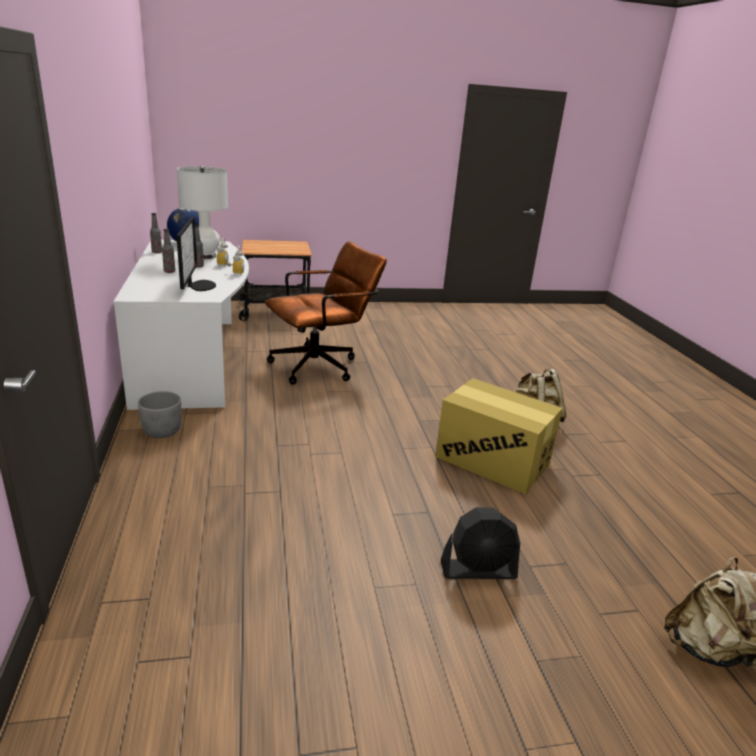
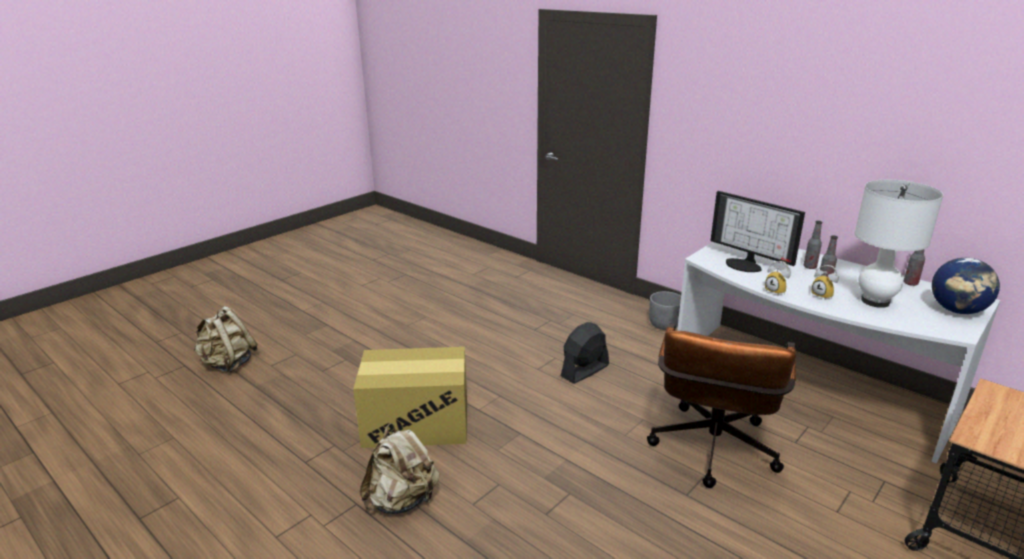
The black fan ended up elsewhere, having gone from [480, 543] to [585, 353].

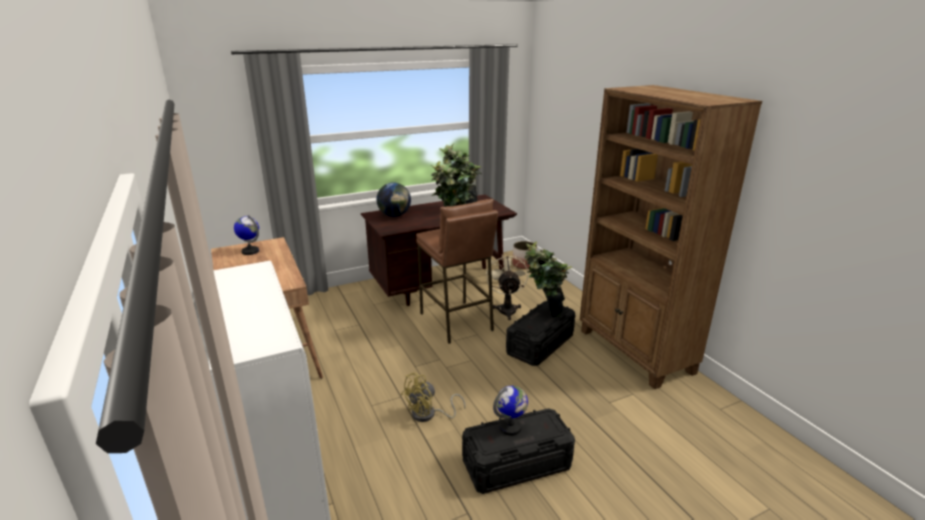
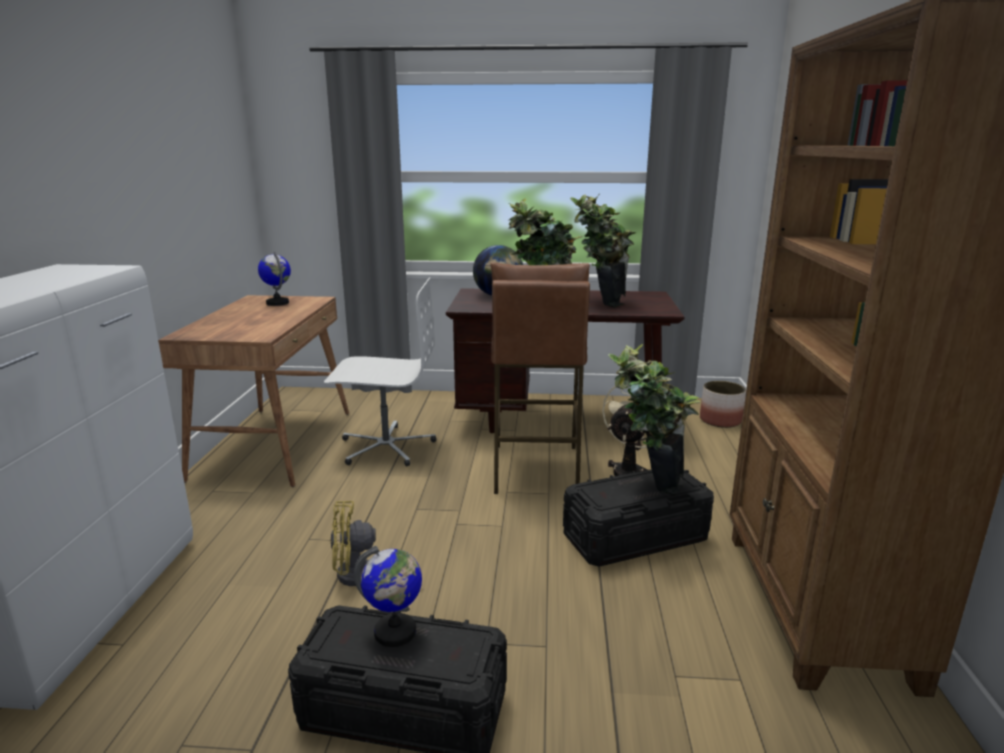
The second view gained the white office chair at [380, 371].

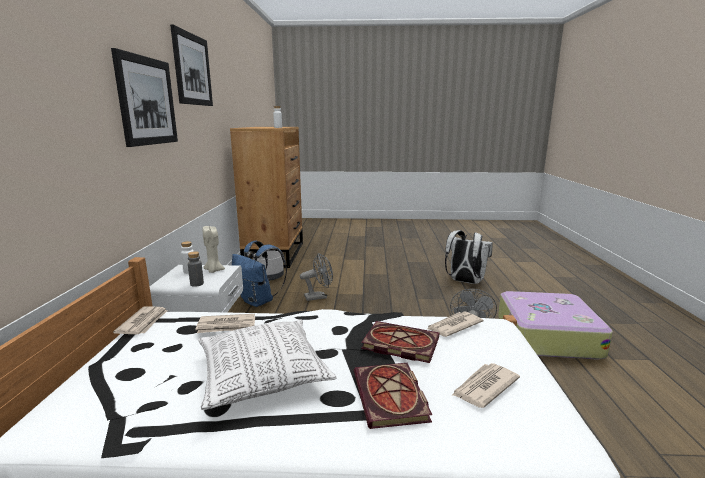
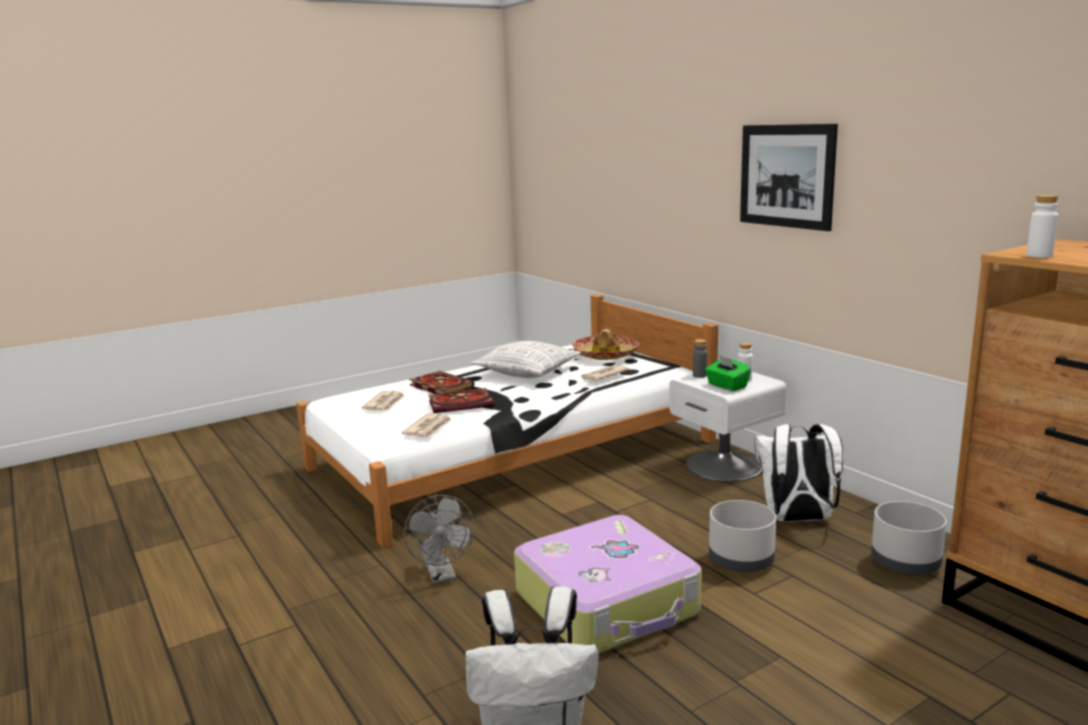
The second view lost the picture at [191, 65].
Where the beige candle stood at [214, 249], the green tissue box came to stand at [728, 373].
What was the blue backpack at [259, 274] turned into the white backpack at [798, 473].
Where the grey fan stood at [316, 277], the grey planter came to stand at [742, 536].
The suitcase ended up elsewhere, having gone from [555, 325] to [608, 584].
The second view lost the newspaper at [140, 320].
The second view gained the hat at [606, 344].

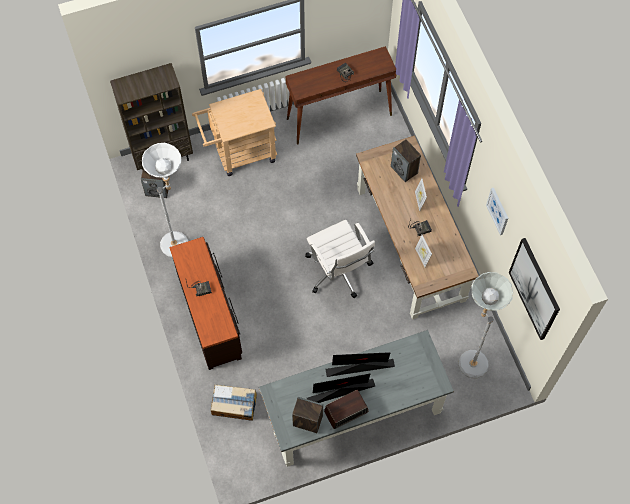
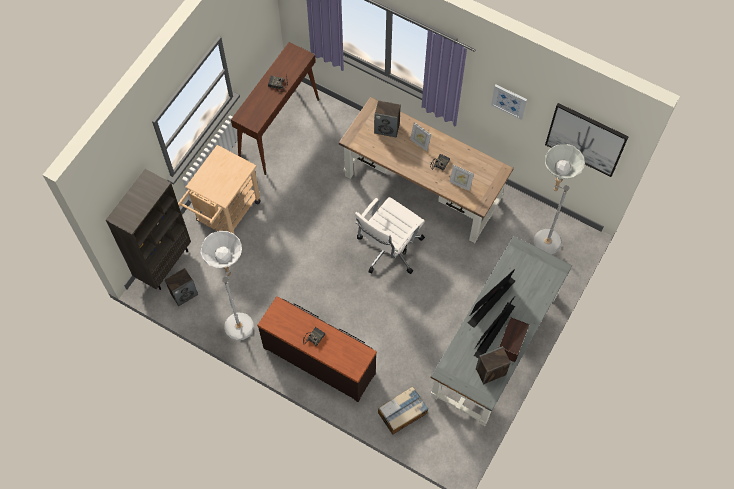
The white office chair at [340, 259] ended up facing another way, 105 degrees clockwise from before.

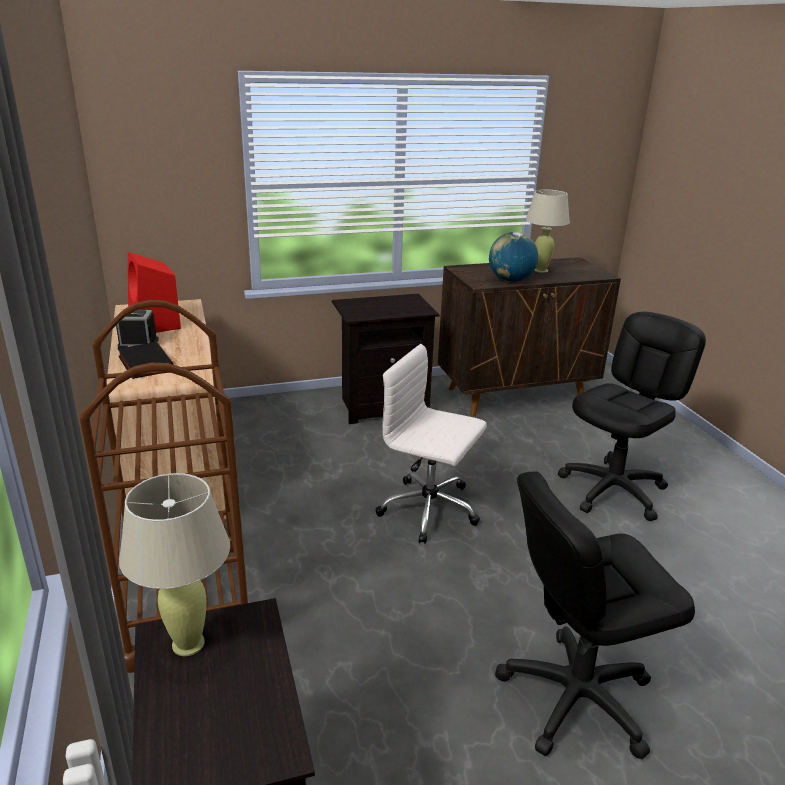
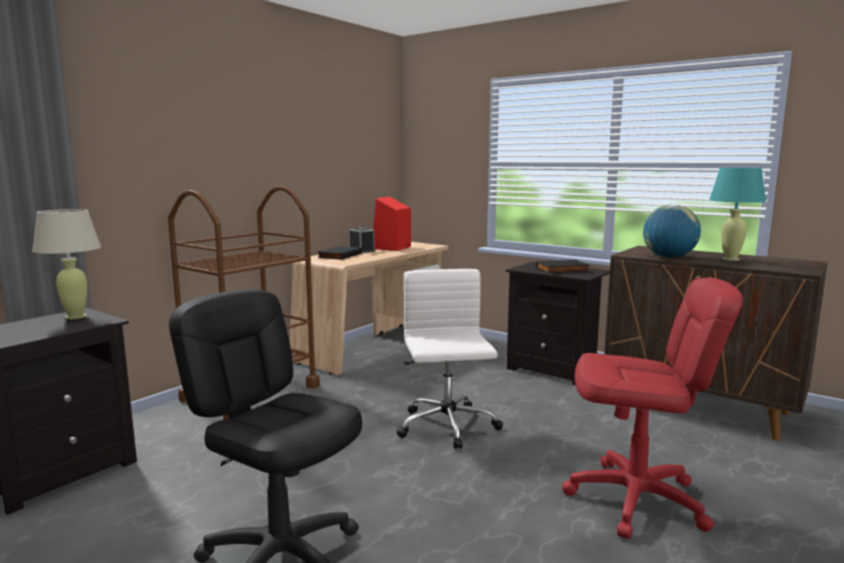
What was the beige table lamp at [547, 231] turned into the turquoise table lamp at [737, 214].
What was the black office chair at [632, 416] turned into the red office chair at [652, 408].
The second view gained the black book at [563, 266].

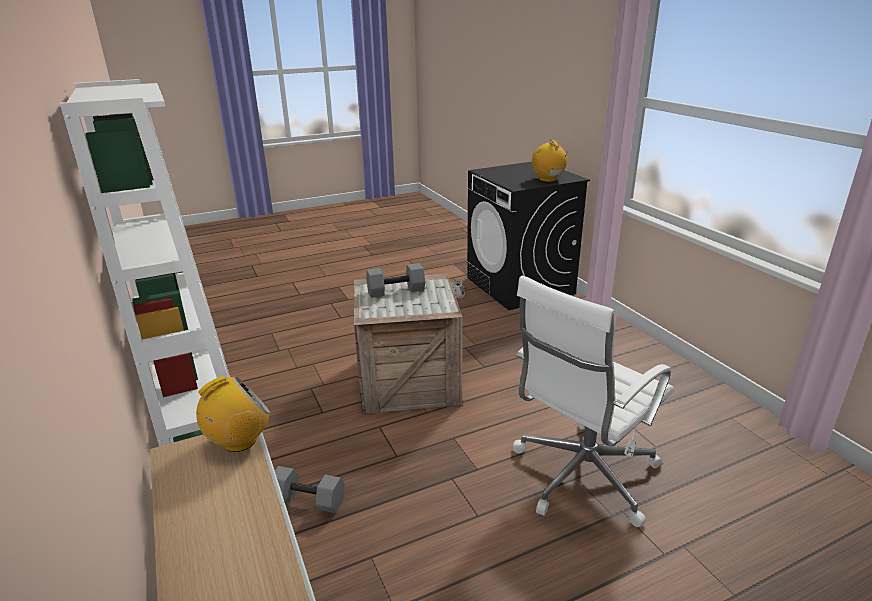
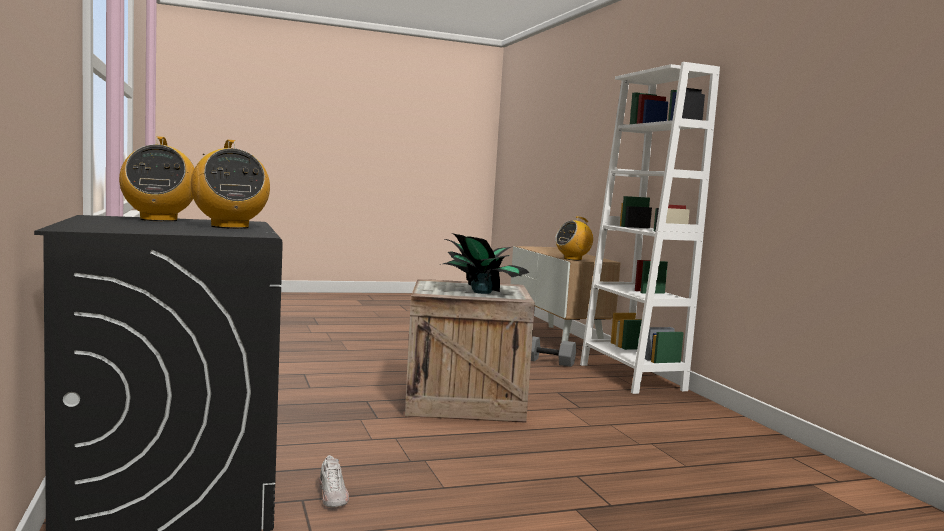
Where the grey dumbbell stood at [395, 280], the potted plant came to stand at [485, 263].
The second view lost the white office chair at [593, 401].
The second view gained the radio at [230, 184].

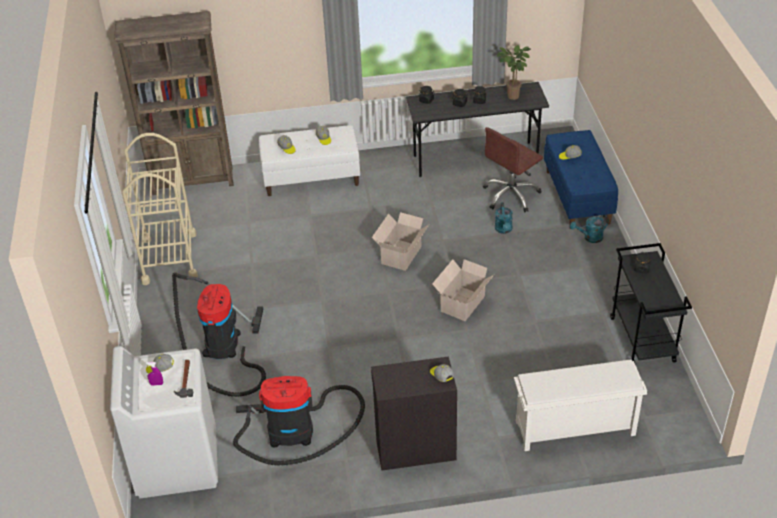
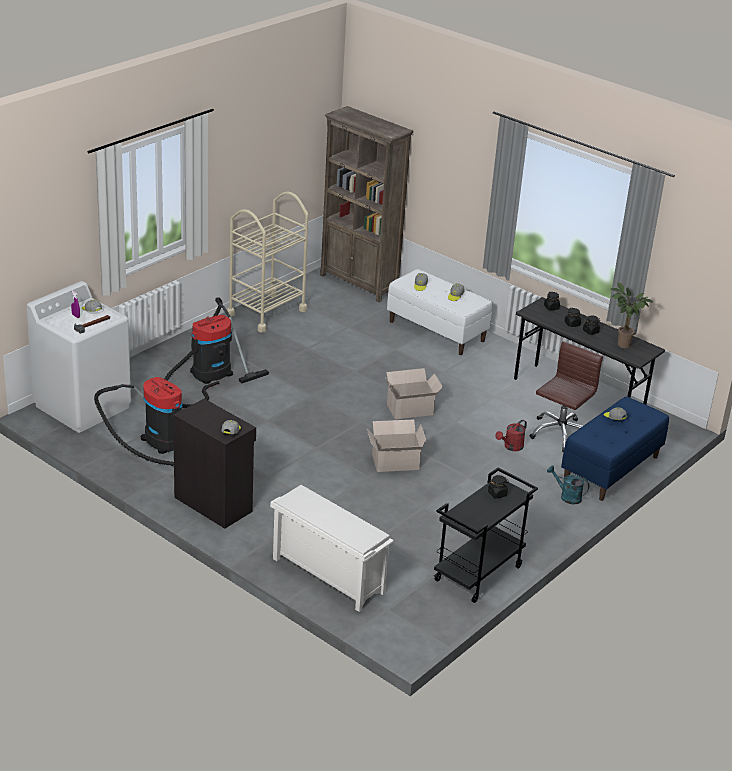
The brown office chair at [513, 169] ended up facing another way, 120 degrees clockwise from before.
What was the turquoise watering can at [504, 218] turned into the red watering can at [511, 435].

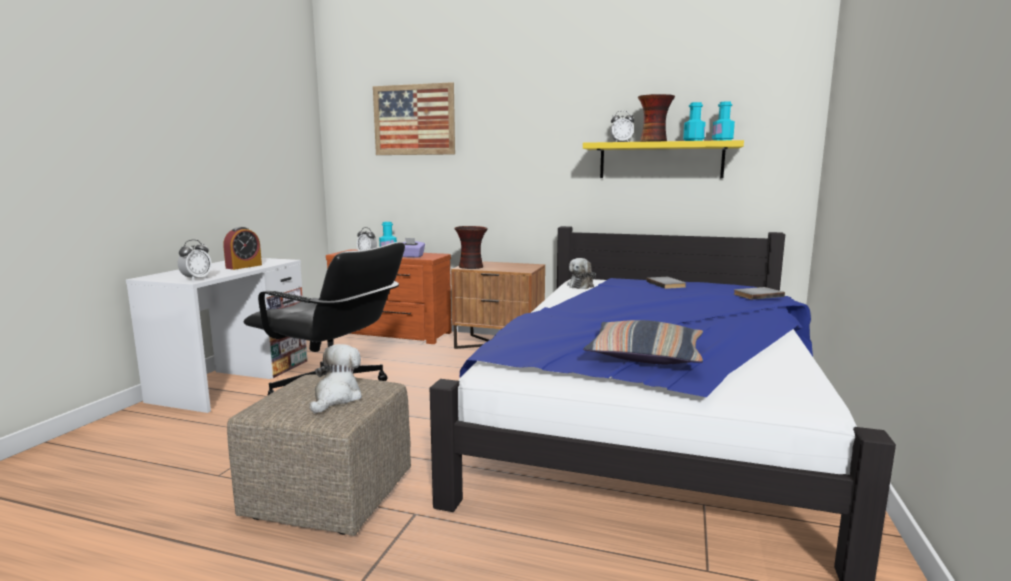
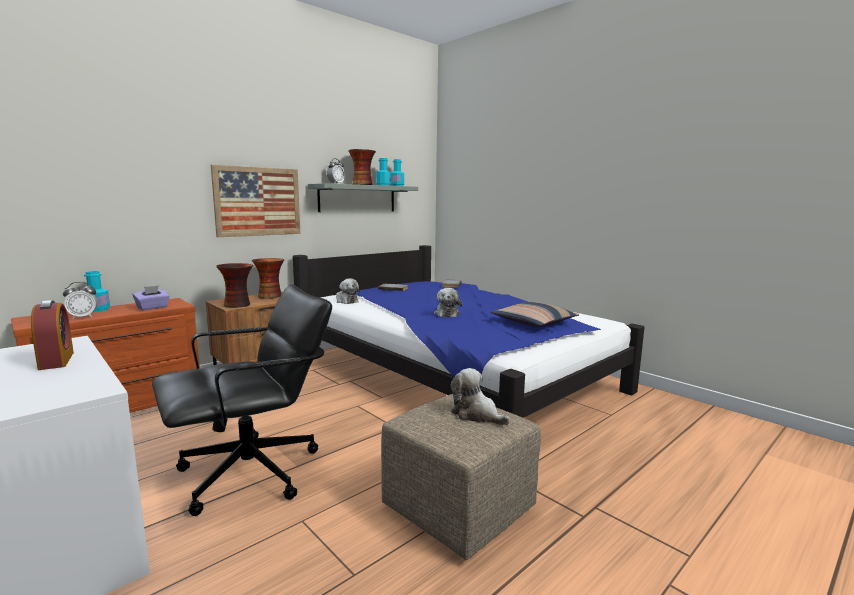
The picture ended up elsewhere, having gone from [414, 118] to [255, 201].
What was the yellow shelf at [663, 159] turned into the grey shelf at [363, 197].
The second view lost the alarm clock at [195, 260].
The second view gained the vase at [268, 278].
The second view gained the plush toy at [448, 302].

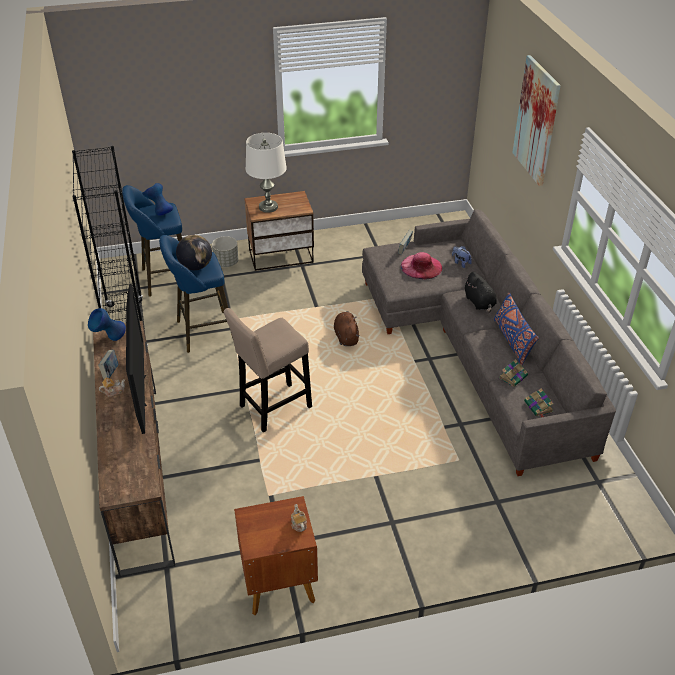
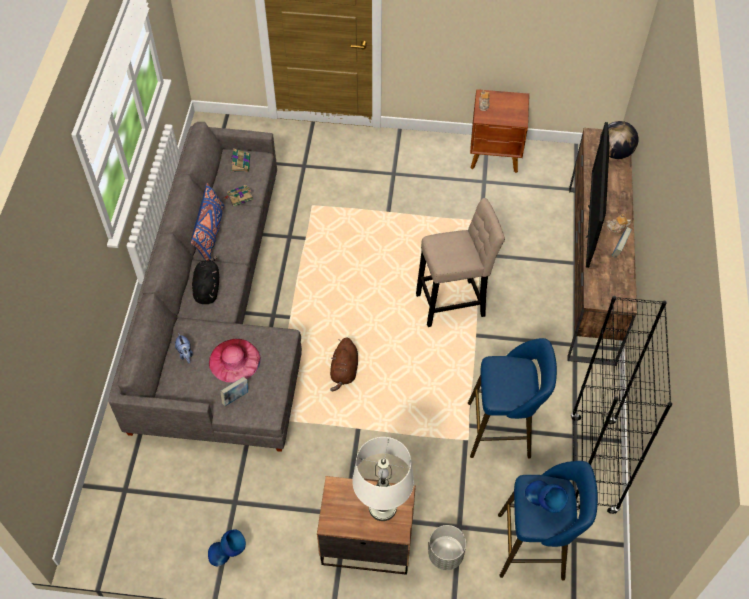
The second view lost the picture at [536, 120].
The globe ended up elsewhere, having gone from [194, 252] to [619, 140].
The blue vase ended up elsewhere, having gone from [107, 324] to [227, 547].

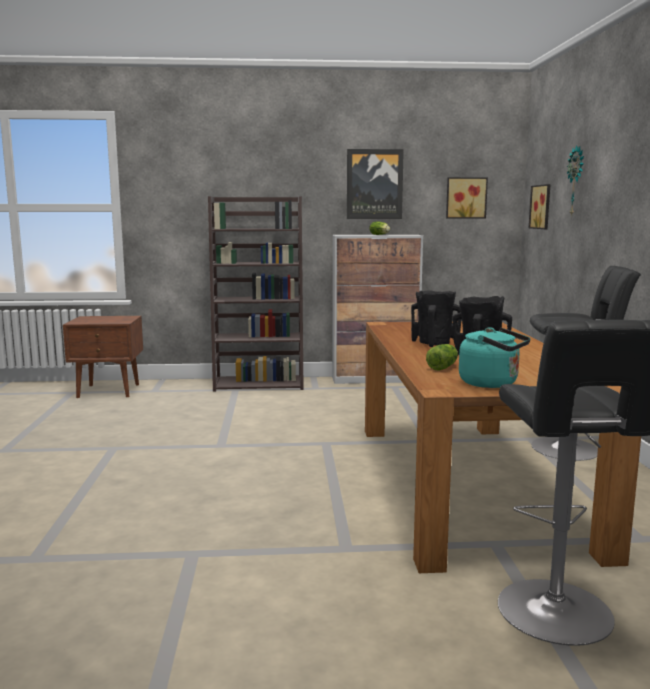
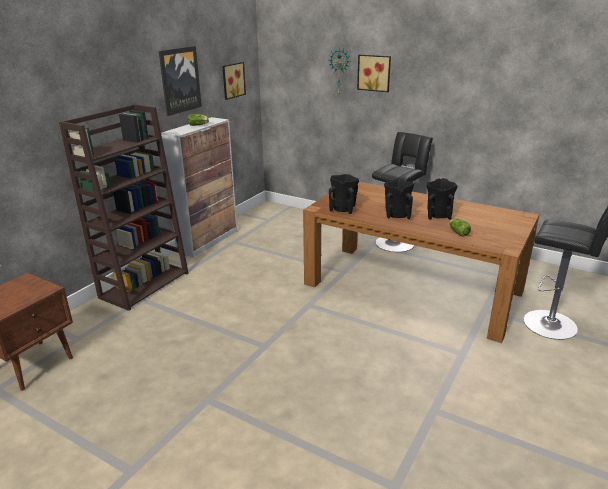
The picture ended up elsewhere, having gone from [540, 206] to [374, 73].
The second view lost the turquoise kettle at [494, 357].
The second view gained the black vase at [344, 194].

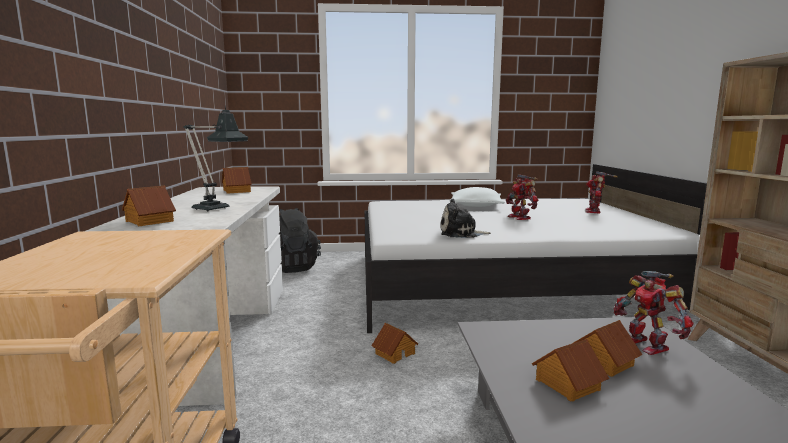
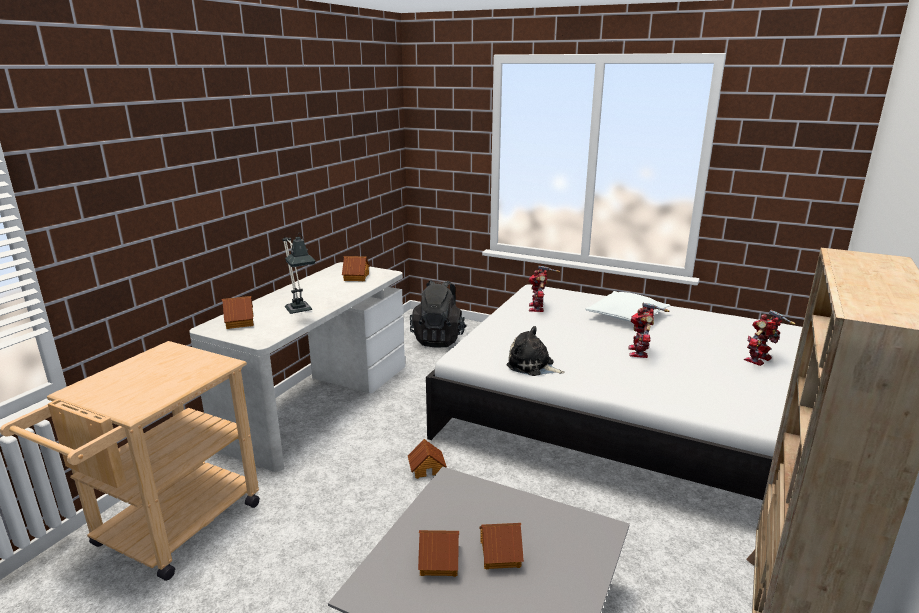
The toy robot ended up elsewhere, having gone from [653, 313] to [544, 288].

